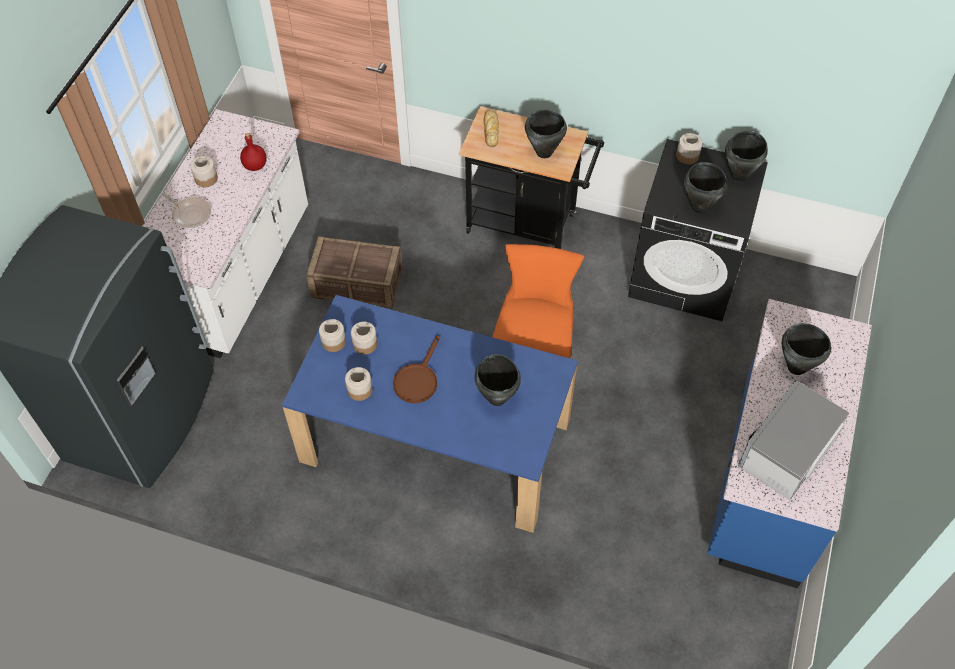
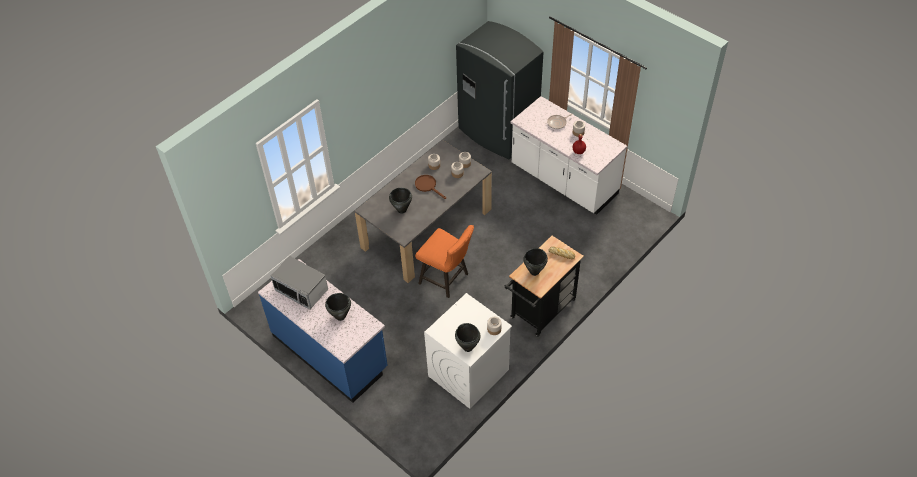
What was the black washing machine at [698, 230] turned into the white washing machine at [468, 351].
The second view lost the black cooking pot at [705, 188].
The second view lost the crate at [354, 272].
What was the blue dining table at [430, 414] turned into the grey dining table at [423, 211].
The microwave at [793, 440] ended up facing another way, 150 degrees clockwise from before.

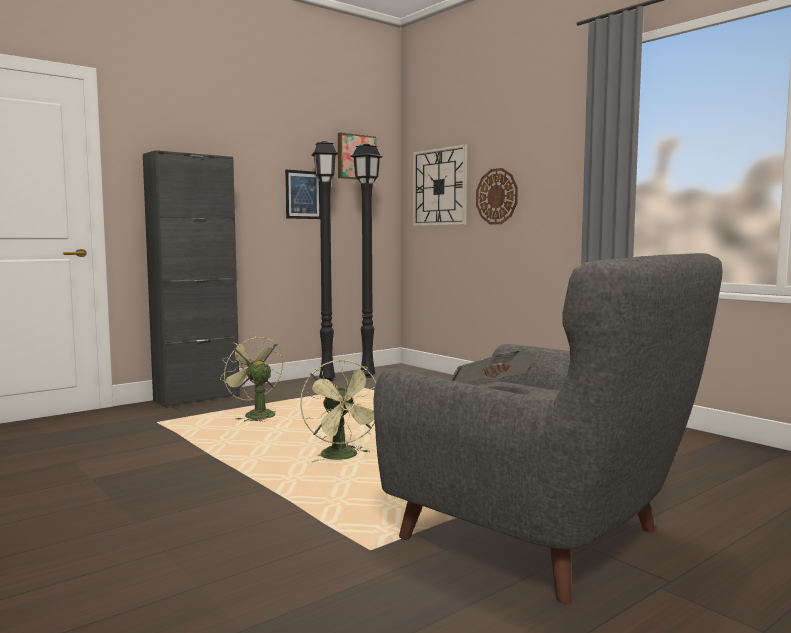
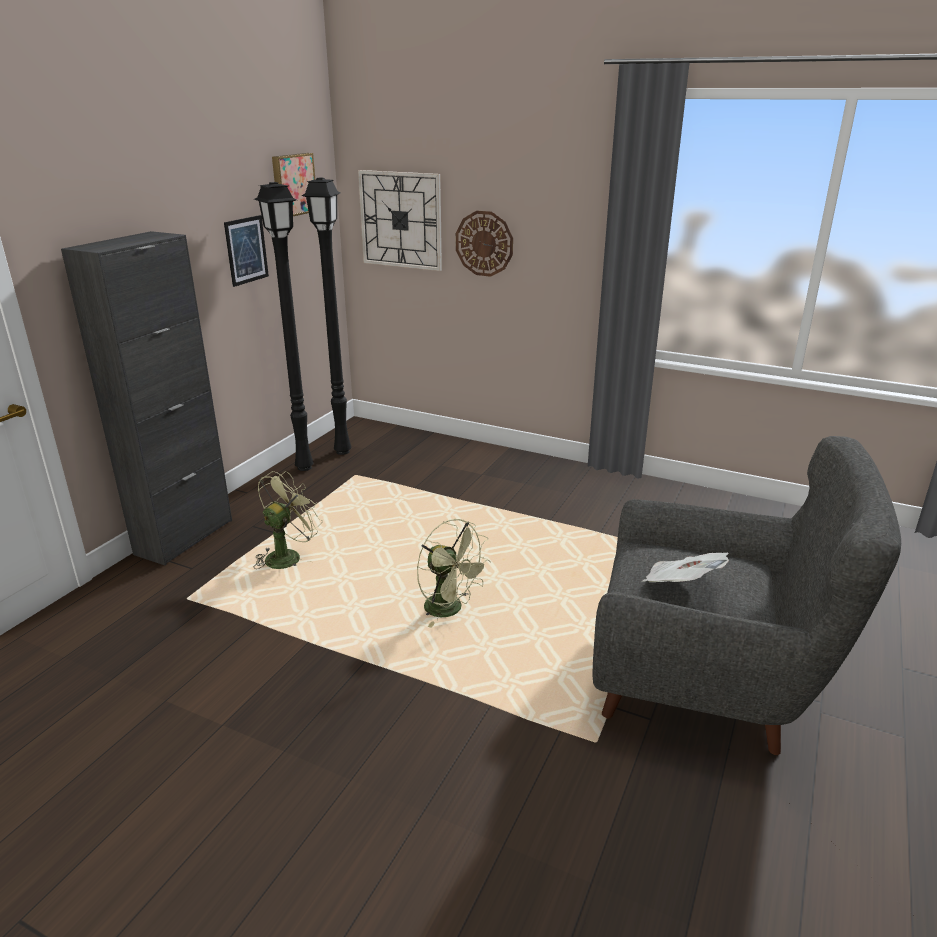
The green fan at [251, 378] ended up facing another way, 105 degrees clockwise from before.

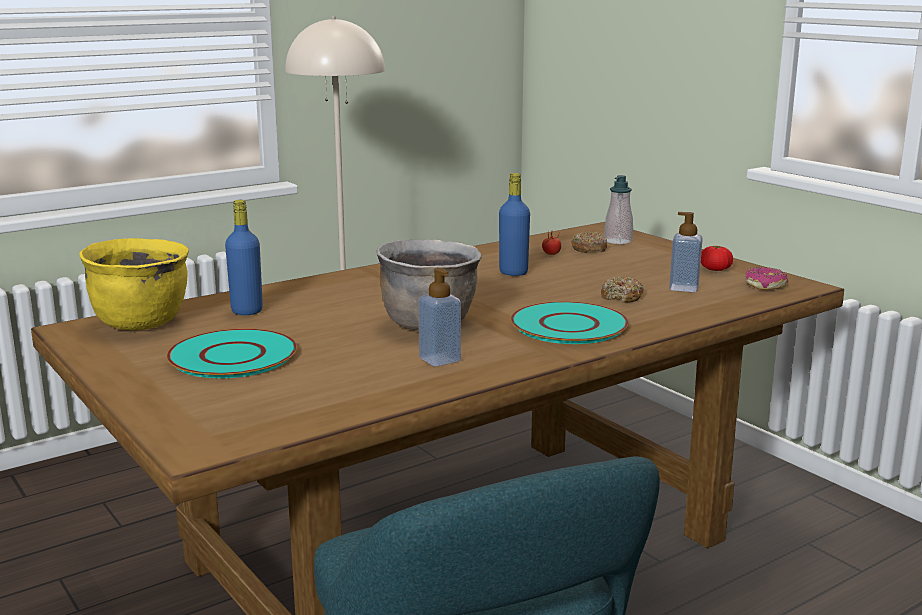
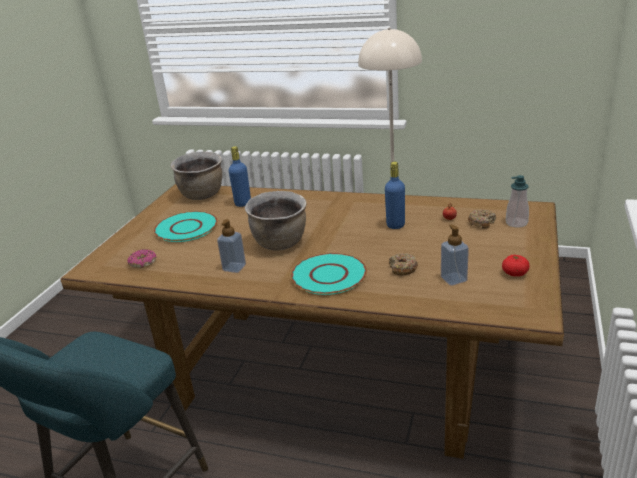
What was the yellow cooking pot at [134, 284] turned into the brown cooking pot at [196, 176].
The donut ended up elsewhere, having gone from [766, 278] to [142, 258].

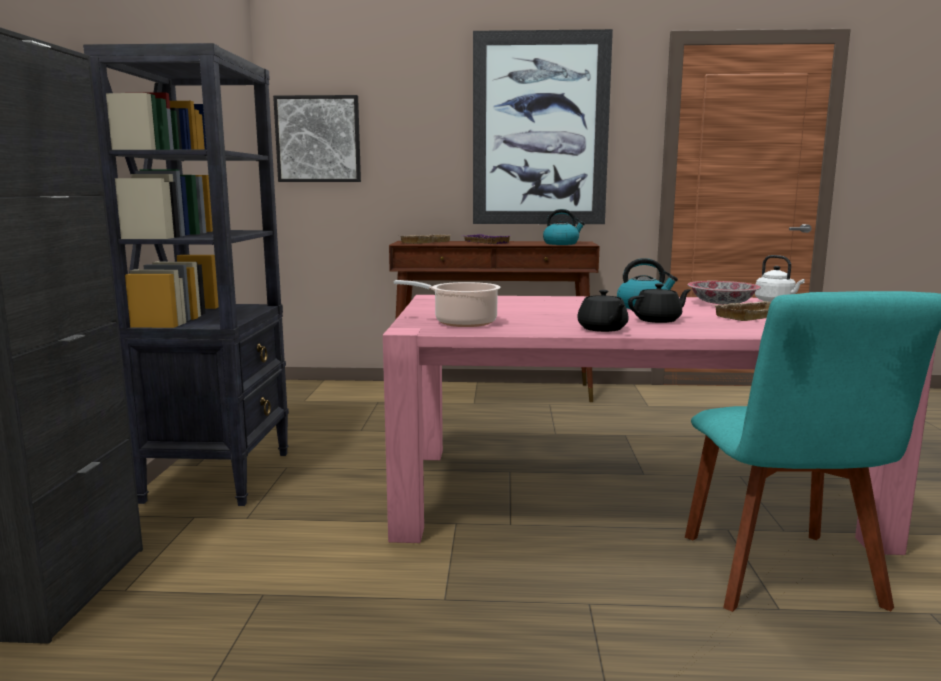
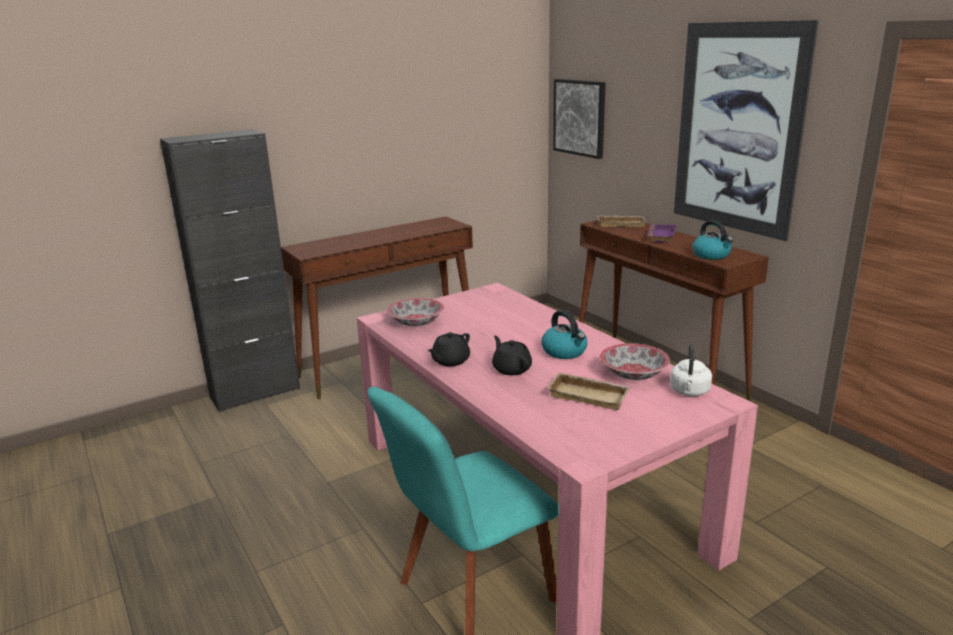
Where the black bookcase stood at [186, 274], the brown console table came to stand at [377, 307].
Where the cooking pot stood at [447, 303], the bowl came to stand at [415, 312].
The black teapot at [660, 303] ended up facing another way, 150 degrees counterclockwise from before.

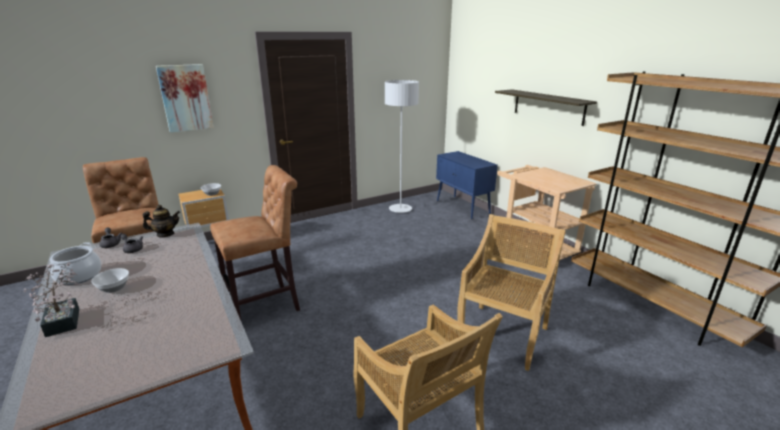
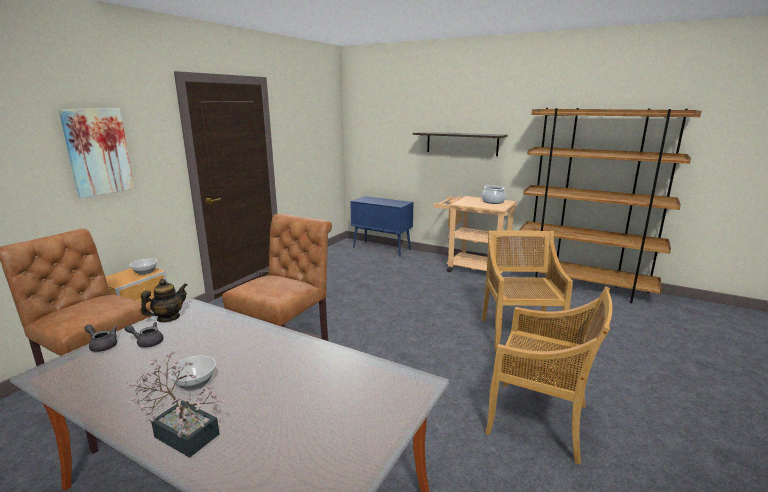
The second view lost the grey floor lamp at [402, 146].
The cooking pot ended up elsewhere, having gone from [75, 263] to [494, 194].

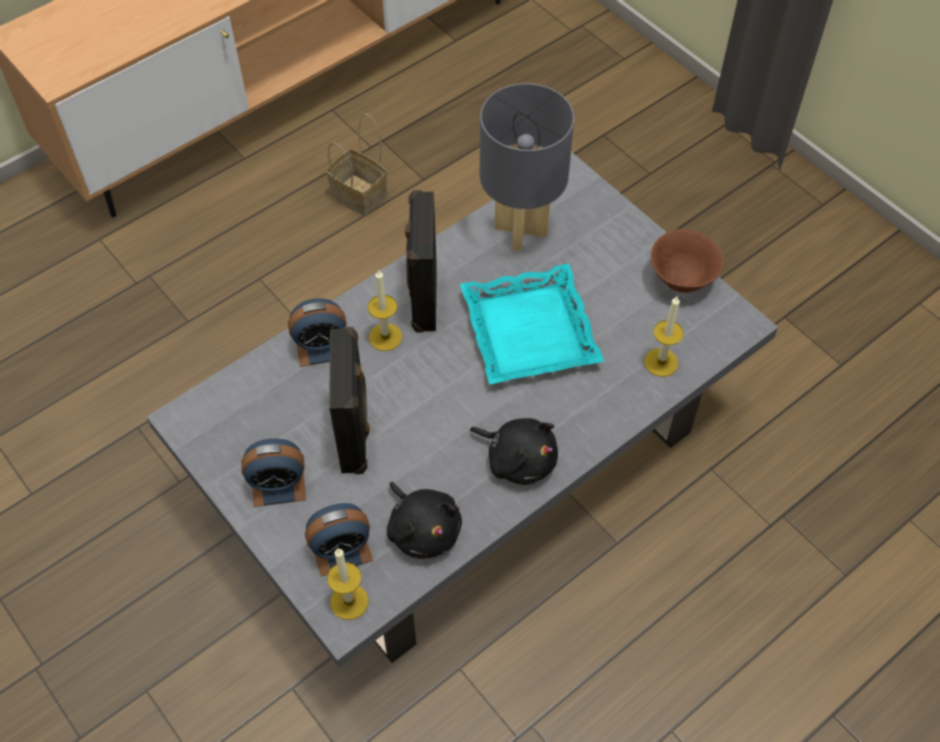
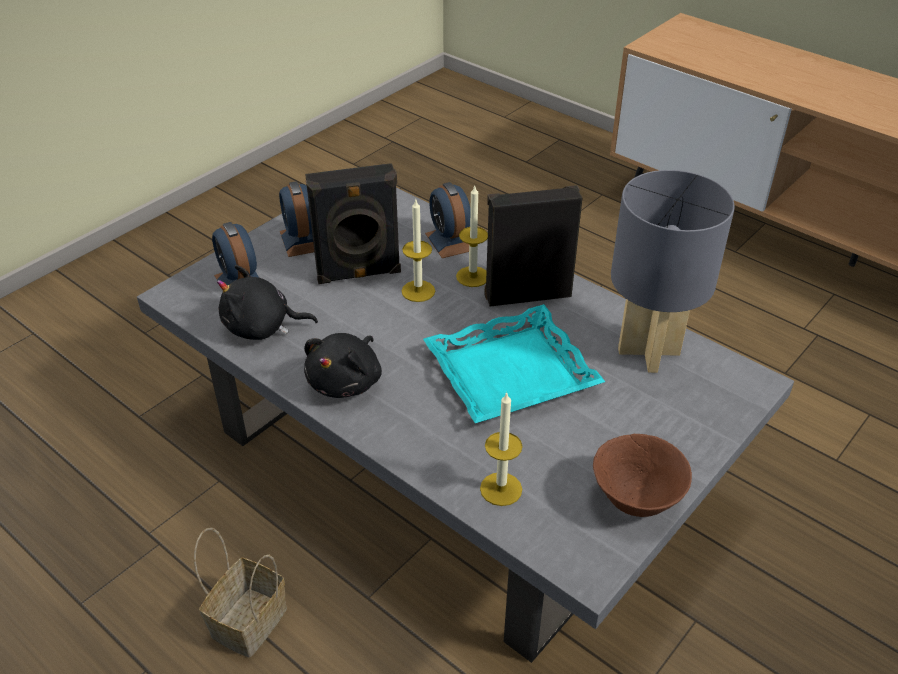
The basket ended up elsewhere, having gone from [356, 165] to [240, 592].
The black plush toy at [424, 520] ended up facing another way, 45 degrees clockwise from before.
The candle ended up elsewhere, having gone from [348, 584] to [418, 251].

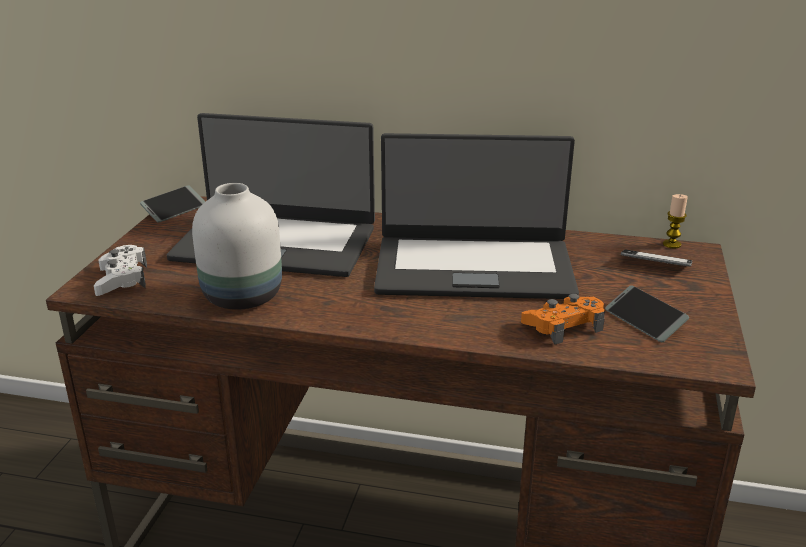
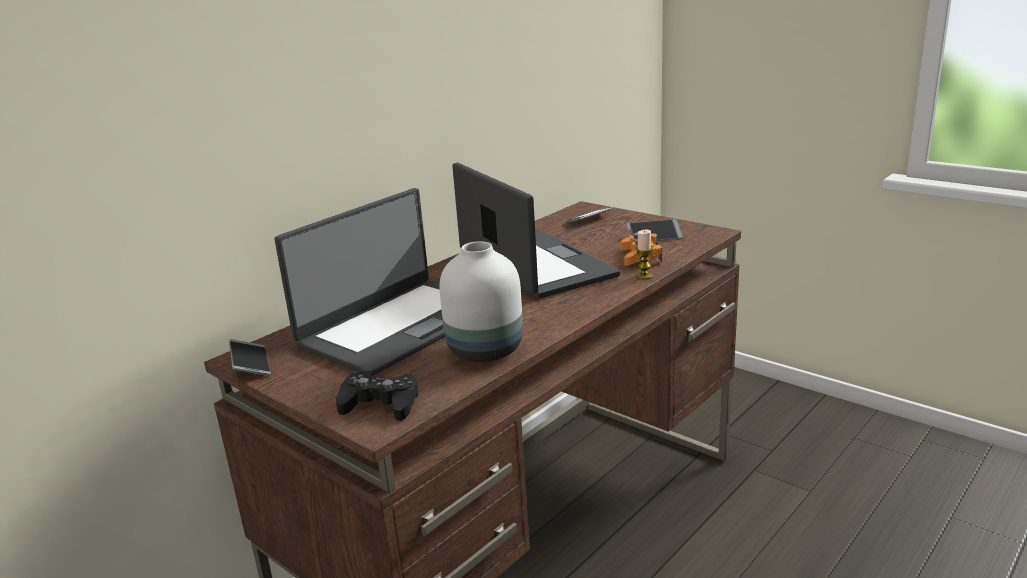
The laptop at [476, 216] ended up facing another way, 60 degrees counterclockwise from before.
The candle ended up elsewhere, having gone from [675, 221] to [644, 255].
What was the white game controller at [120, 270] turned into the black game controller at [377, 395].

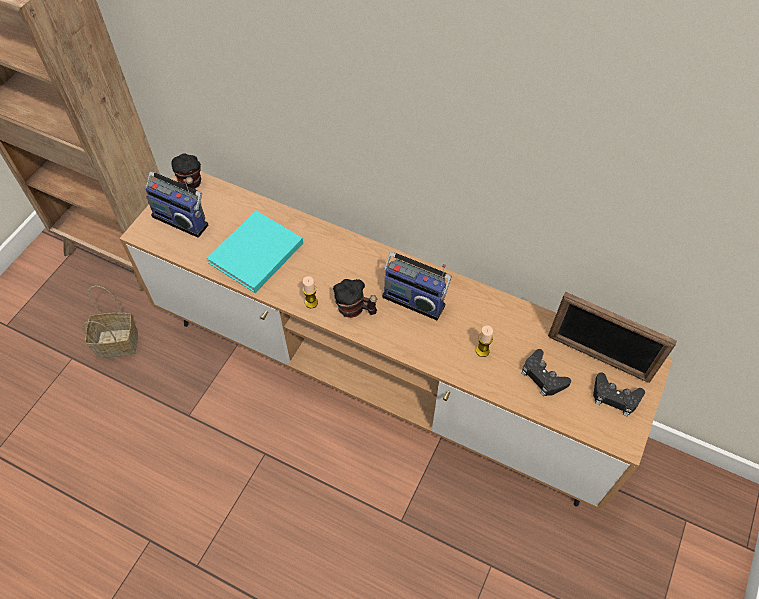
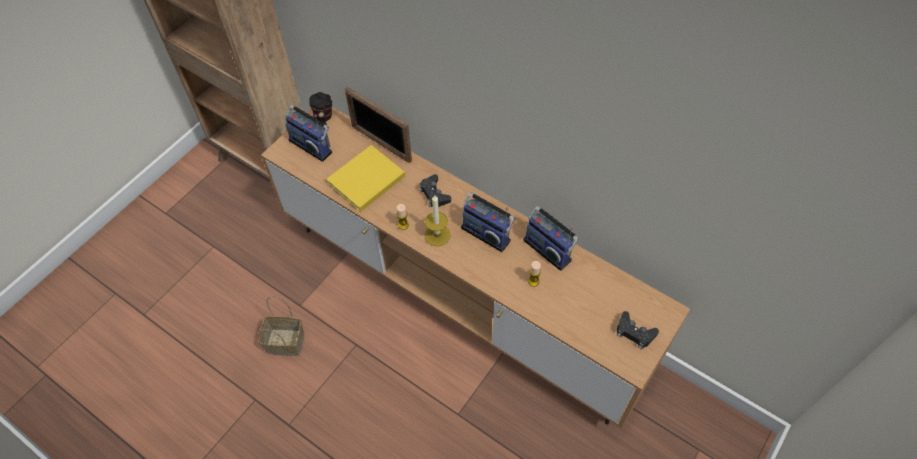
What was the turquoise book at [255, 252] turned into the yellow book at [365, 178].
Where the mug stood at [355, 298], the candle came to stand at [437, 220].
The basket ended up elsewhere, having gone from [110, 321] to [281, 326].
The picture frame ended up elsewhere, having gone from [612, 337] to [378, 125].
The black game controller ended up elsewhere, having gone from [546, 373] to [435, 190].
The second view gained the radio at [551, 238].

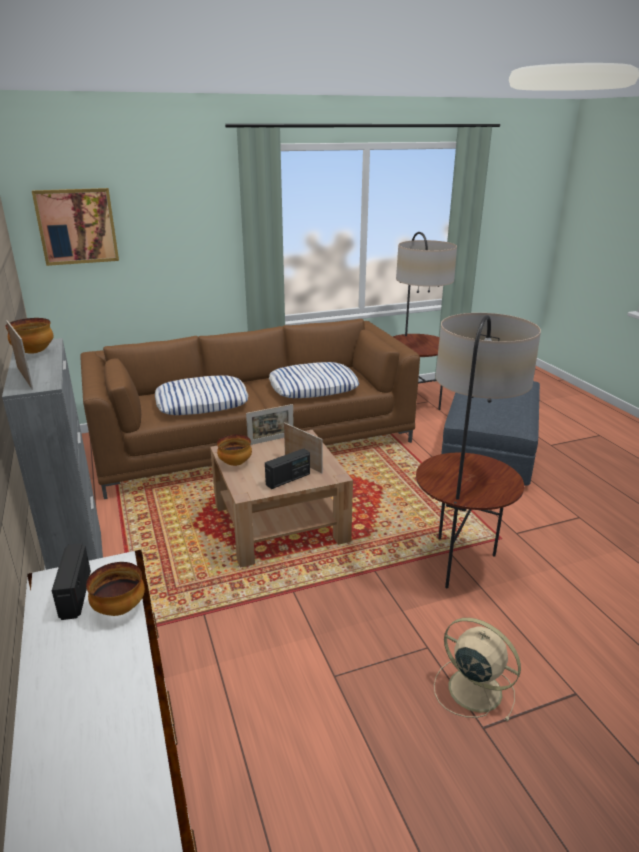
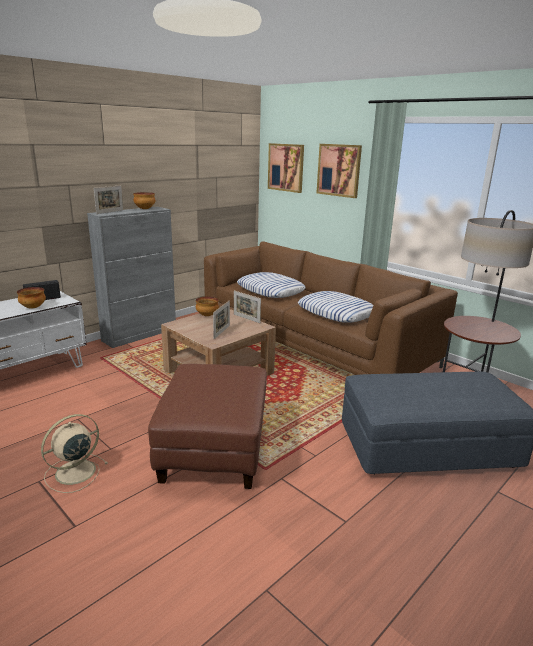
Where the floor lamp stood at [478, 450], the brown ottoman came to stand at [207, 426].
The second view lost the radio at [287, 469].
The beige fan at [477, 669] ended up facing another way, 150 degrees counterclockwise from before.
The second view gained the picture at [339, 171].

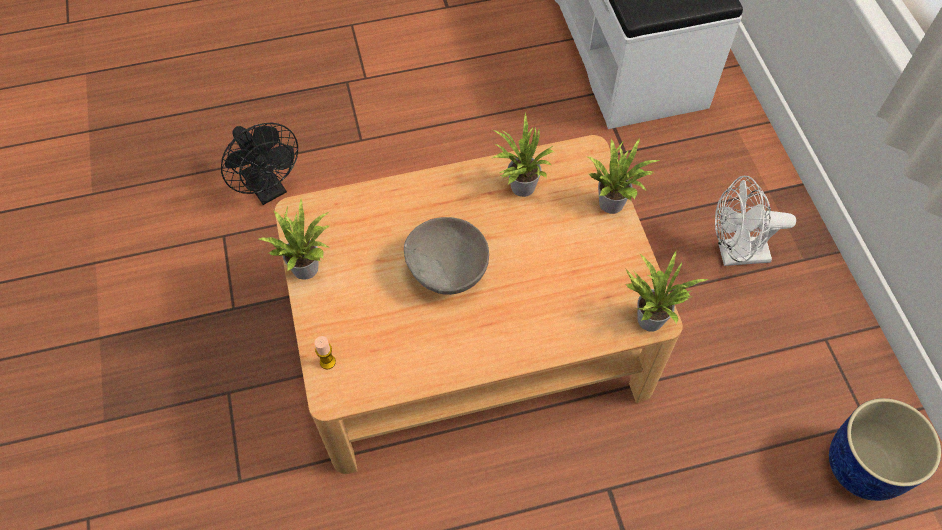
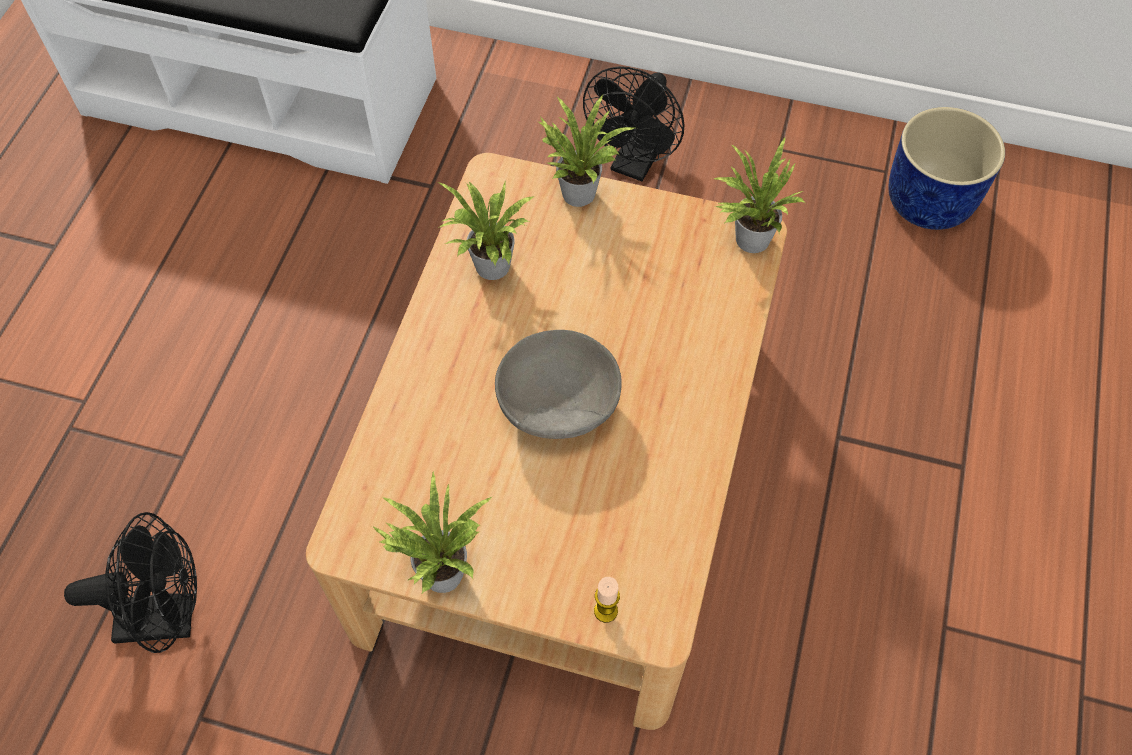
What was the white fan at [755, 221] turned into the black fan at [634, 123].

